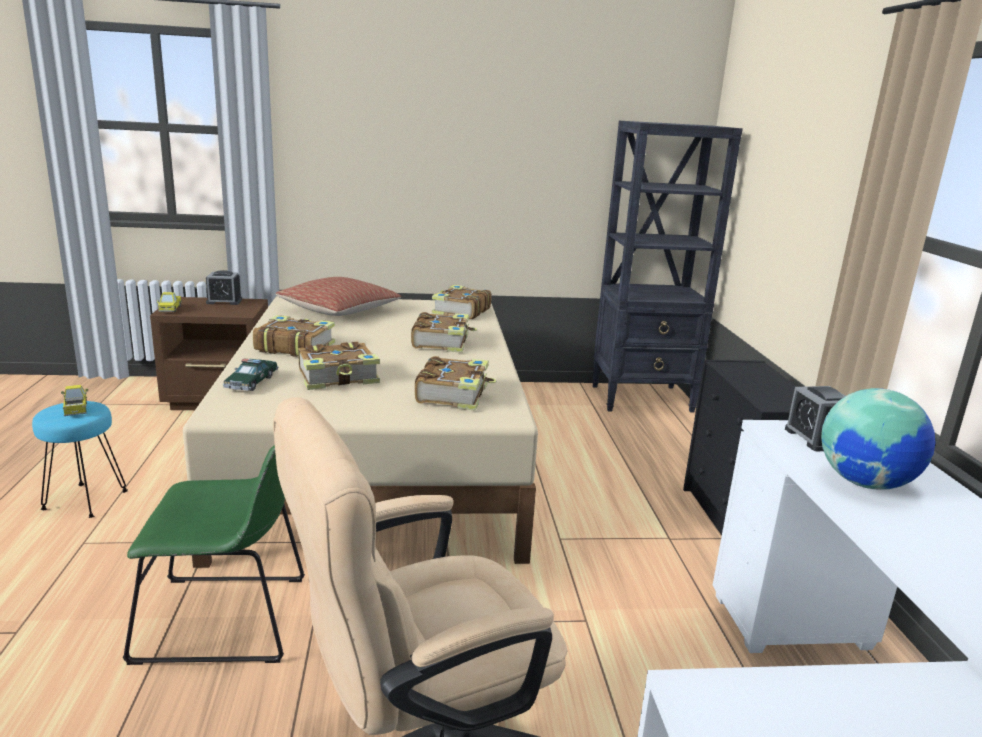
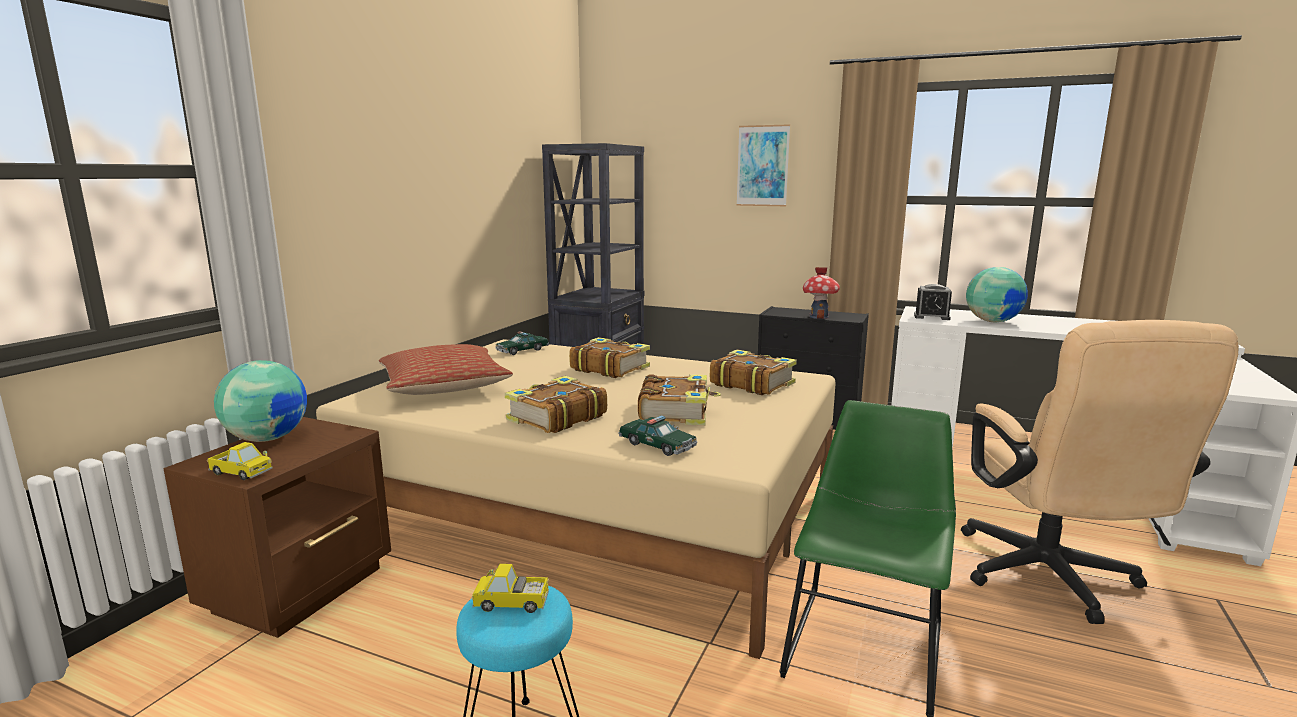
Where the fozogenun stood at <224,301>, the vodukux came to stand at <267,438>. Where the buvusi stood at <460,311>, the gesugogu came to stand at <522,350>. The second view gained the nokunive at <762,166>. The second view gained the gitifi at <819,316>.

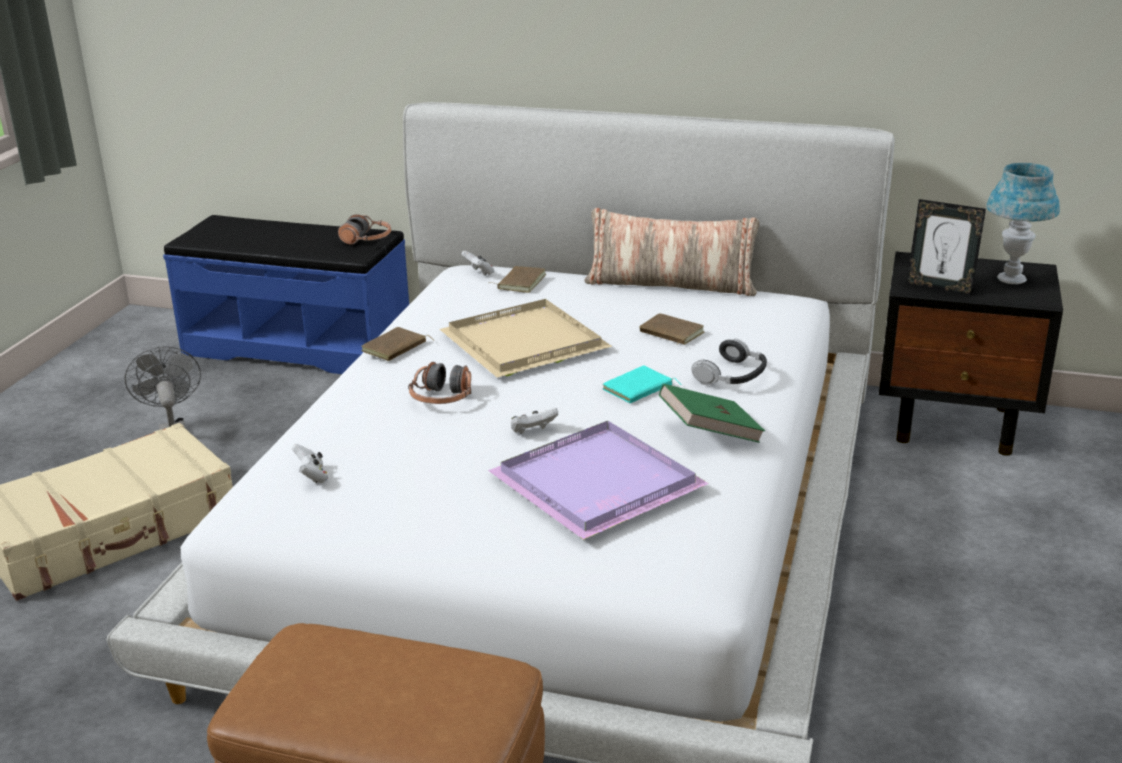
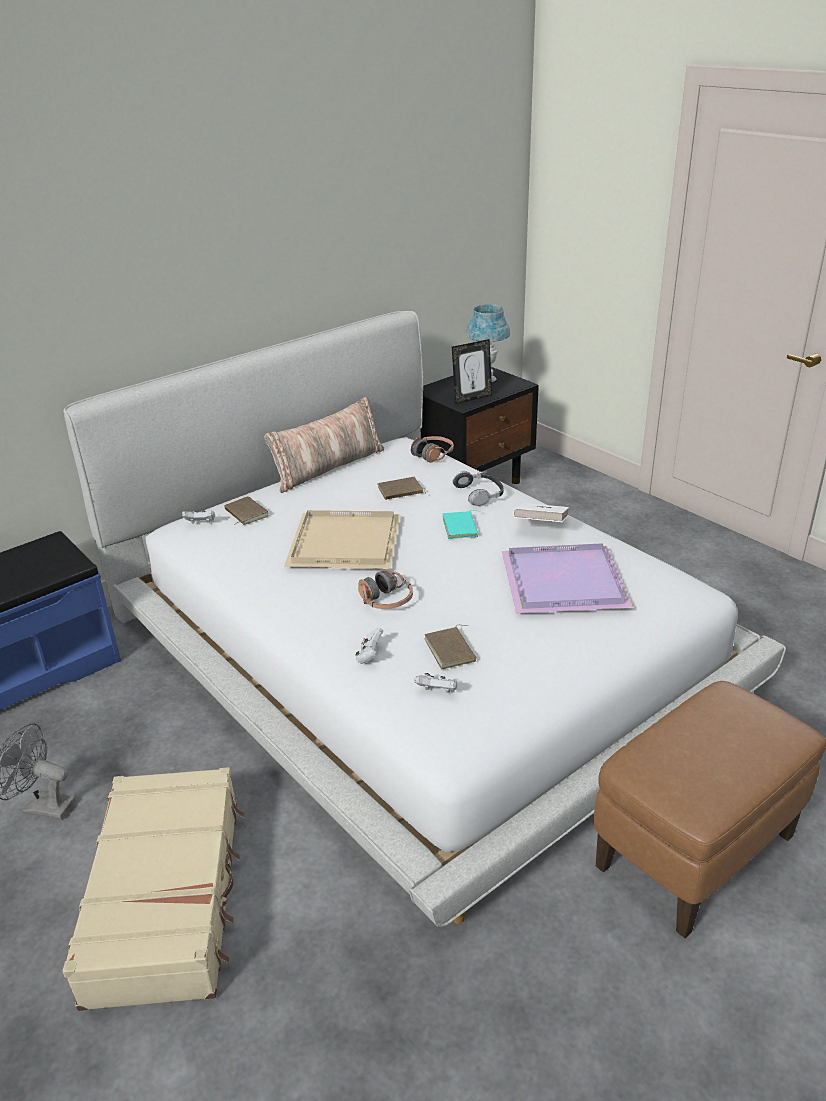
The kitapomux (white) ended up elsewhere, having gone from <532,431> to <369,655>. The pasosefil ended up elsewhere, having gone from <366,240> to <433,455>. The buvusi (brown) ended up elsewhere, having gone from <395,348> to <451,650>. What was the buvusi (green) at <710,433> turned into the buvusi (white) at <540,526>.

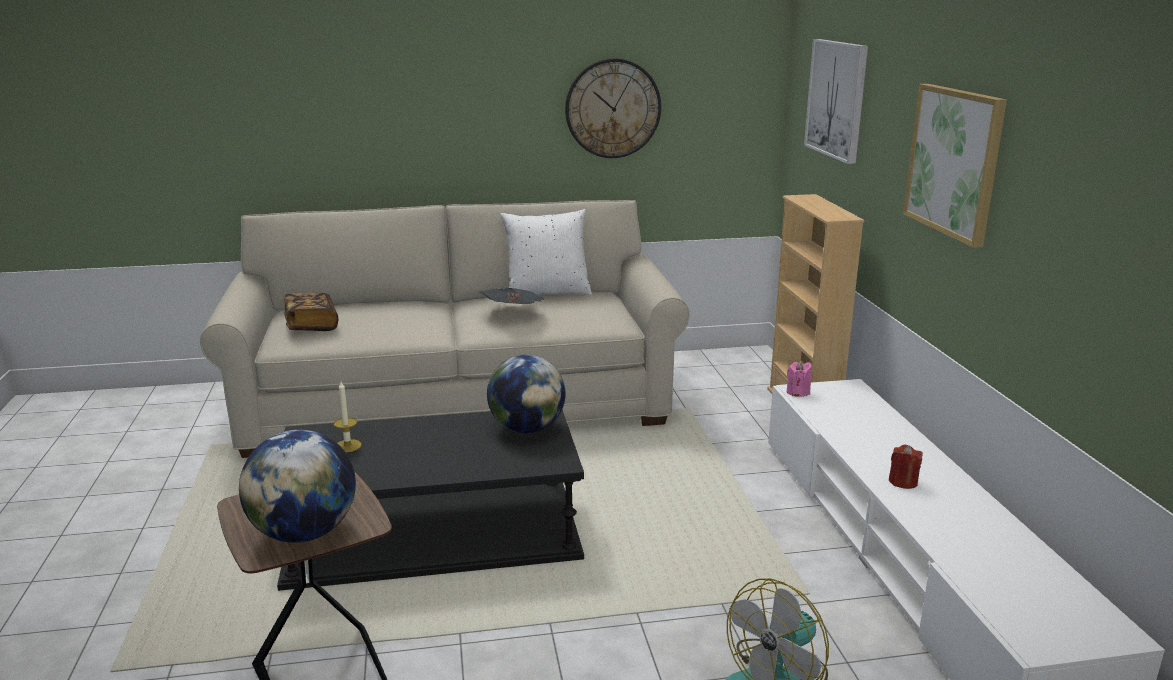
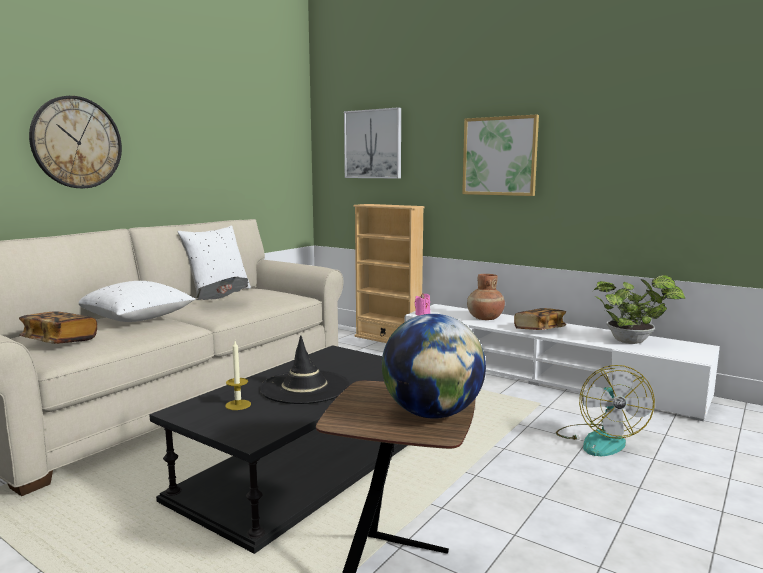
The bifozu ended up elsewhere, having gone from <613,108> to <76,142>. The second view gained the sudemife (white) at <137,318>. The second view gained the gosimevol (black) at <305,387>. The second view gained the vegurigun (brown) at <485,318>. Where the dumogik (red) stood at <903,482>, the buvusi came to stand at <539,330>. The second view gained the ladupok at <633,341>. The second view lost the vodukux at <527,428>.

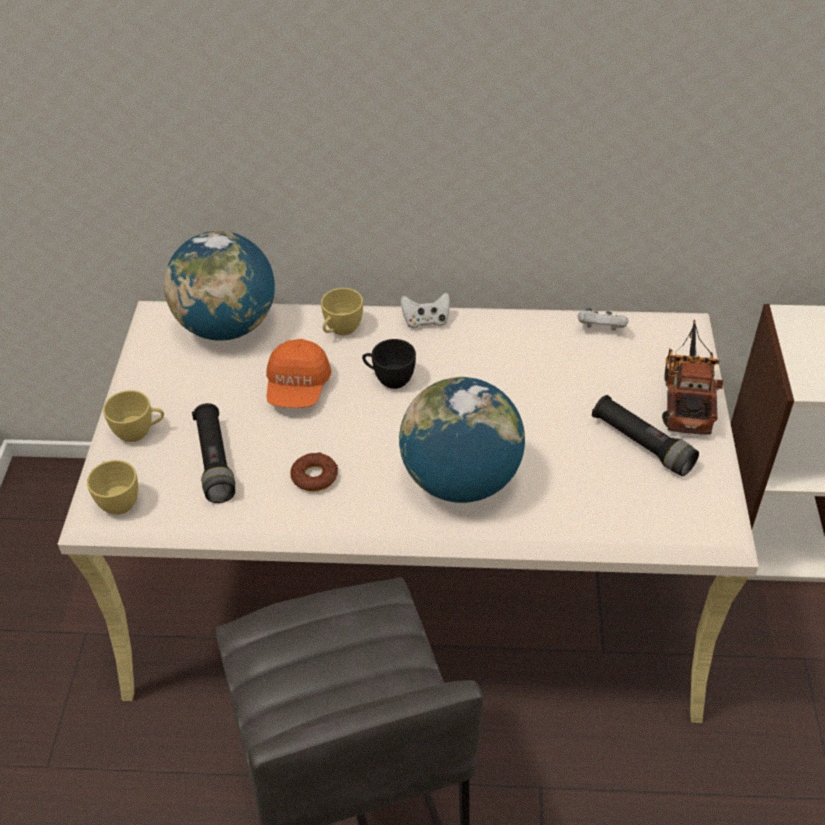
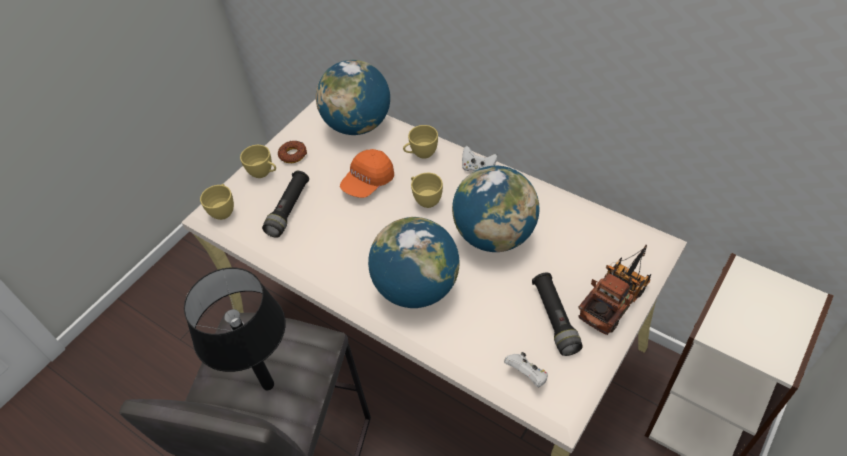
The second view gained the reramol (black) at <268,384>. The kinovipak ended up elsewhere, having gone from <314,476> to <293,154>. What was the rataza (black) at <389,379> turned into the rataza (yellow) at <425,199>. The second view gained the vodukux at <495,235>. The kitapomux (white) ended up elsewhere, having gone from <601,330> to <527,375>.

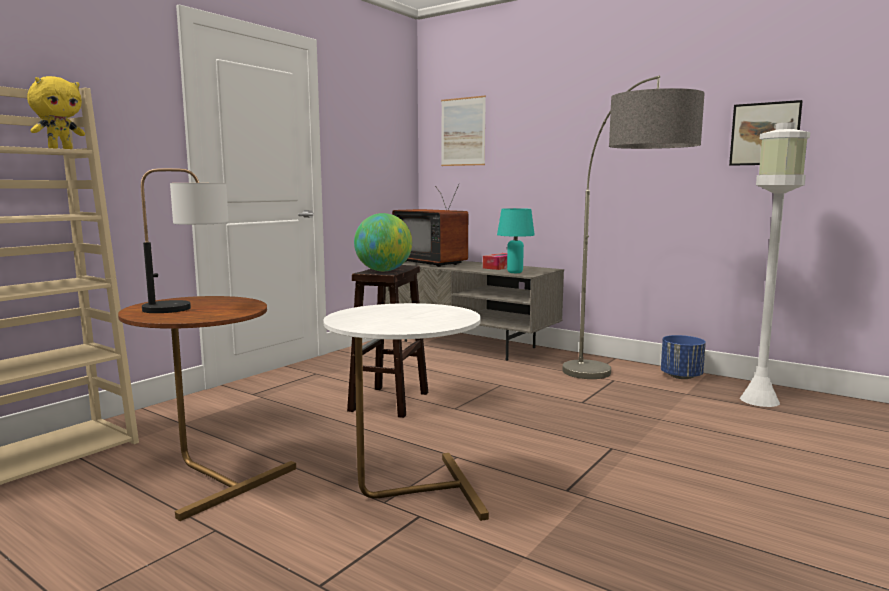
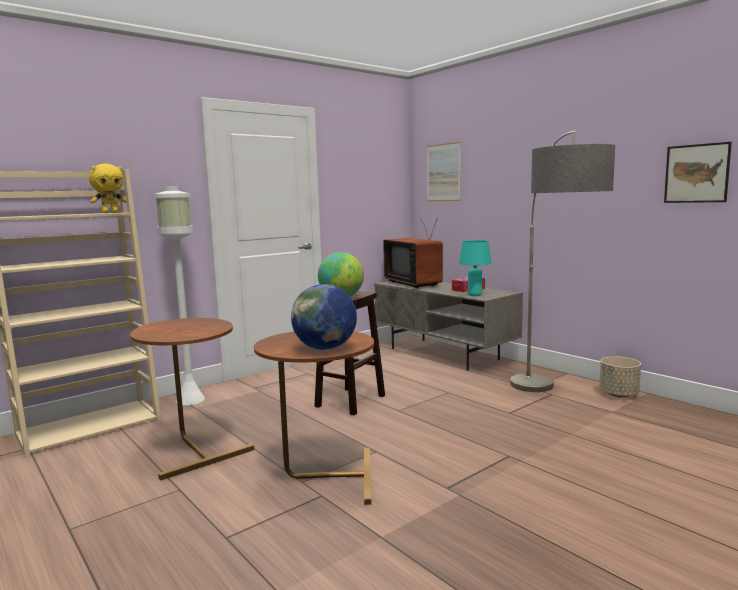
The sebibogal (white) ended up elsewhere, having gone from <759,400> to <190,399>. What was the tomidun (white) at <407,493> turned into the tomidun (brown) at <322,477>. The second view gained the vodukux at <325,348>. What was the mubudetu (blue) at <681,376> turned into the mubudetu (beige) at <619,394>. The second view lost the reramol at <190,308>.

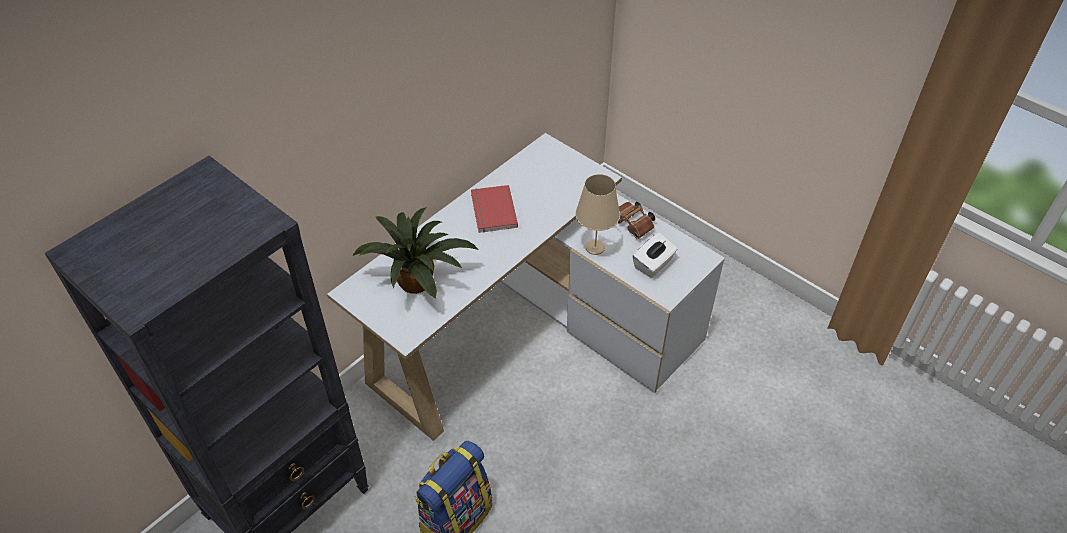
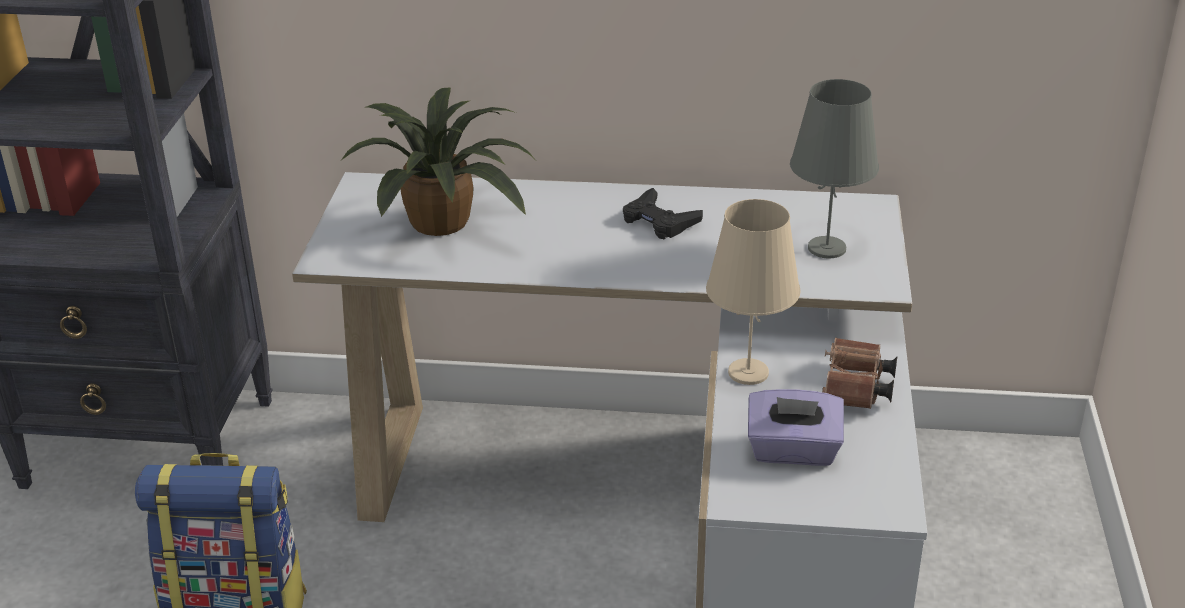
Where the buvusi (red) stood at <492,211>, the kitapomux (black) came to stand at <659,221>. What was the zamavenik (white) at <653,264> turned into the zamavenik (purple) at <793,451>. The second view gained the reramol (grey) at <826,248>.

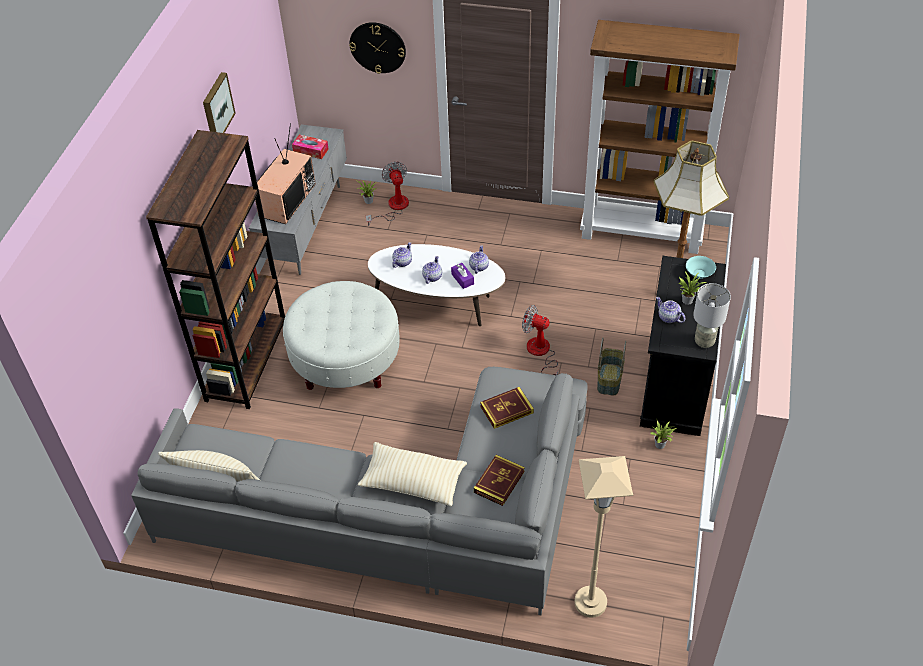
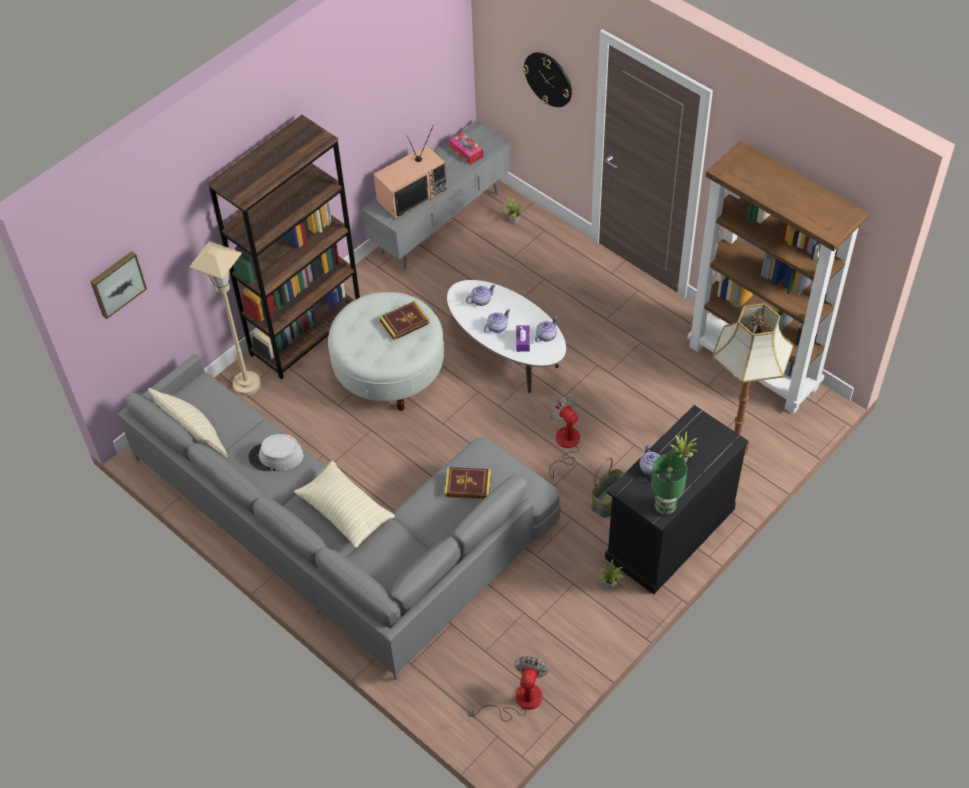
The nokunive ended up elsewhere, having gone from <216,107> to <117,283>. The sebibogal (beige) ended up elsewhere, having gone from <590,602> to <246,384>. The second view gained the gosimevol (grey) at <276,457>. The buvusi ended up elsewhere, having gone from <499,482> to <404,322>. The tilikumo ended up elsewhere, having gone from <393,207> to <519,701>. What was the reramol (grey) at <704,342> turned into the reramol (green) at <664,507>. The second view lost the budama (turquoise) at <699,274>.

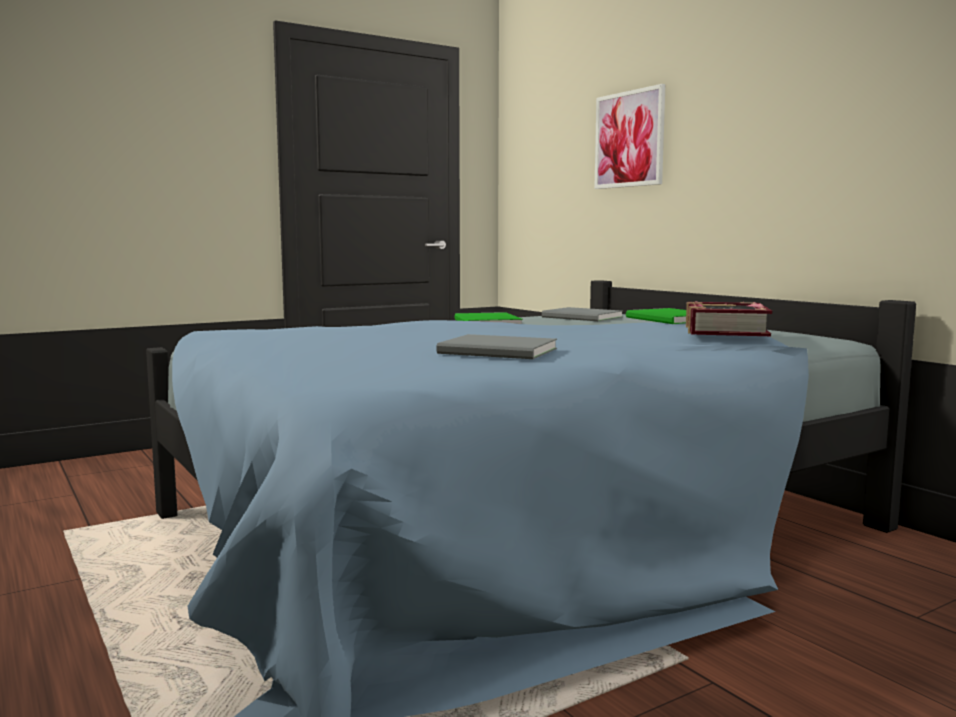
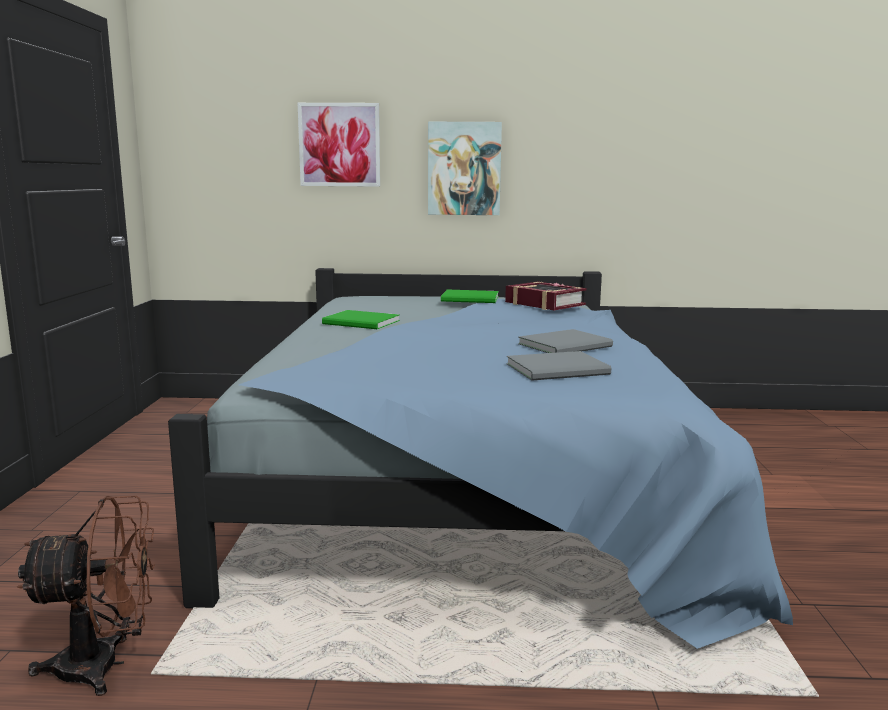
The second view gained the tilikumo (brown) at <105,666>. The second view gained the nokunive at <464,169>. The buvusi (grey) ended up elsewhere, having gone from <583,317> to <560,369>.

